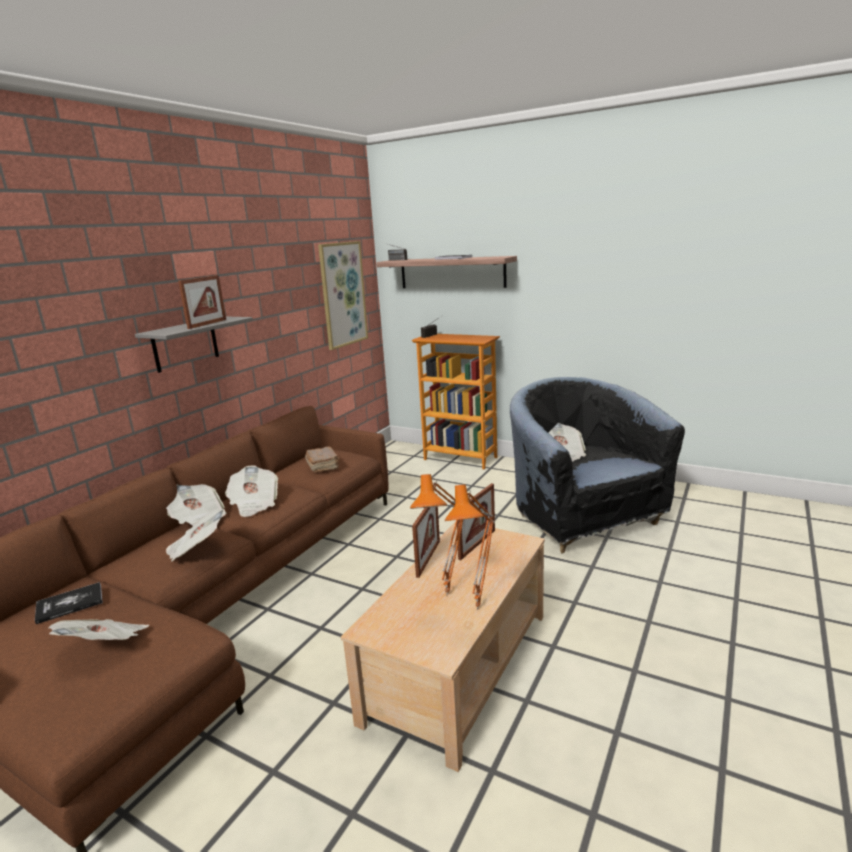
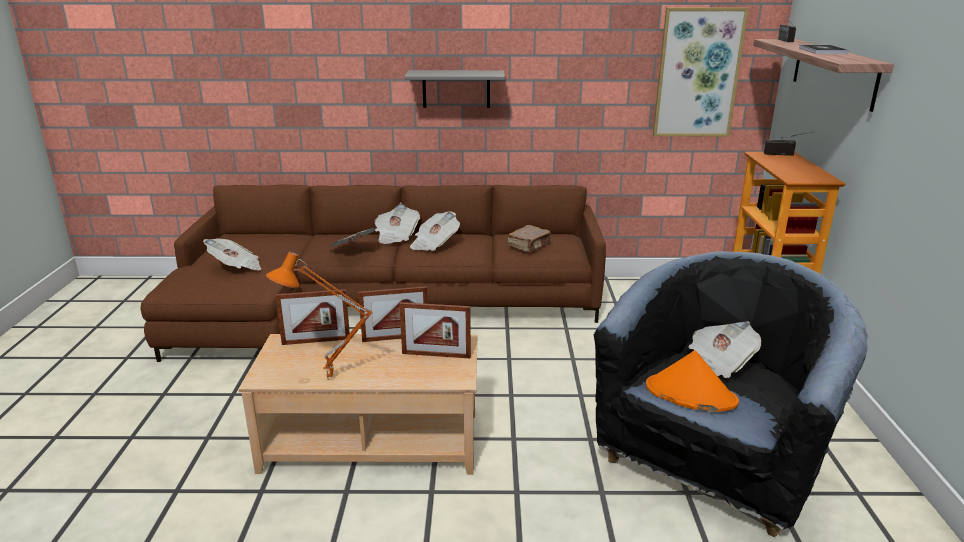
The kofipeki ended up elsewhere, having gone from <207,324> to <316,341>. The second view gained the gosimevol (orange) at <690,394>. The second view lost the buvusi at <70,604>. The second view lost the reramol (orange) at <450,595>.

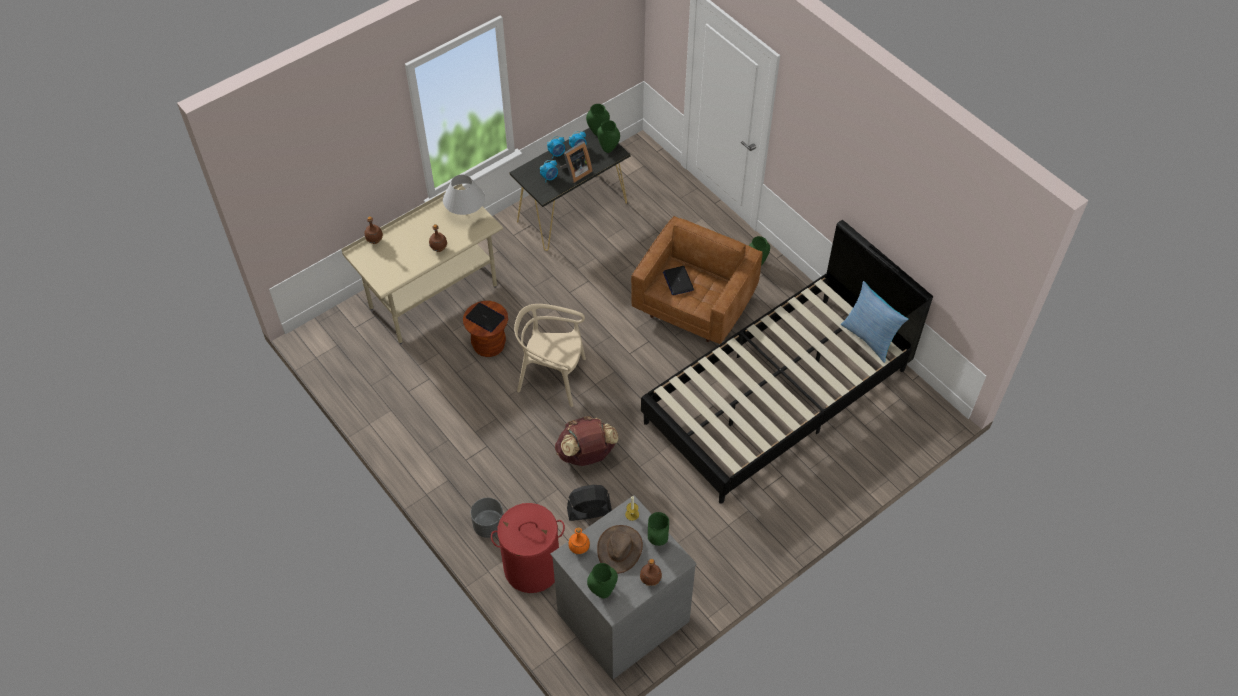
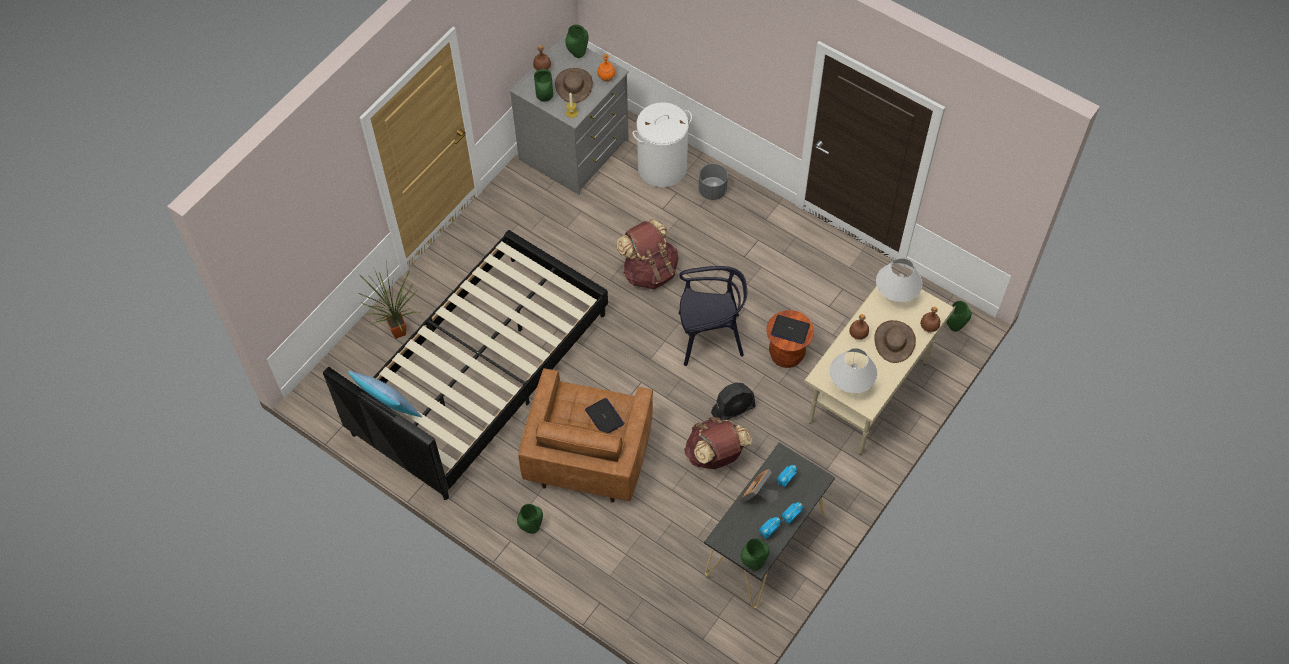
The second view gained the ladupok at <399,335>. What was the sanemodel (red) at <532,568> turned into the sanemodel (white) at <662,167>. What was the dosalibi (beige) at <552,377> turned into the dosalibi (black) at <709,337>. The second view gained the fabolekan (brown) at <715,455>. The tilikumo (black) ended up elsewhere, having gone from <589,511> to <733,410>. The second view gained the gosimevol (brown) at <894,341>. The second view gained the reramol (white) at <895,295>. The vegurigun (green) ended up elsewhere, having gone from <608,149> to <954,327>.

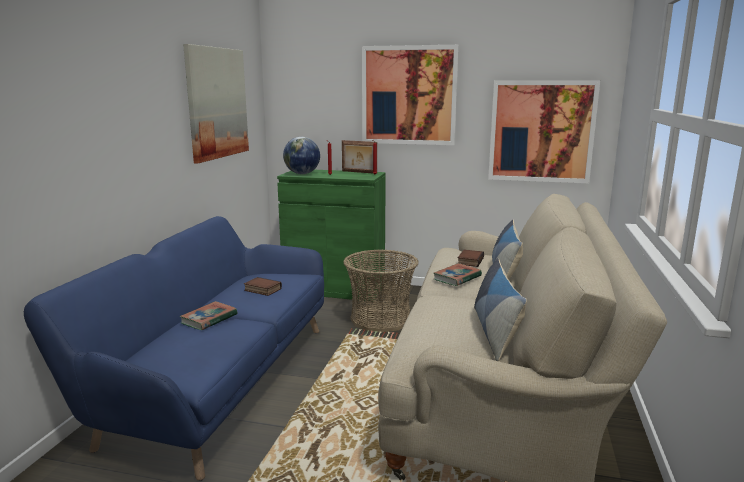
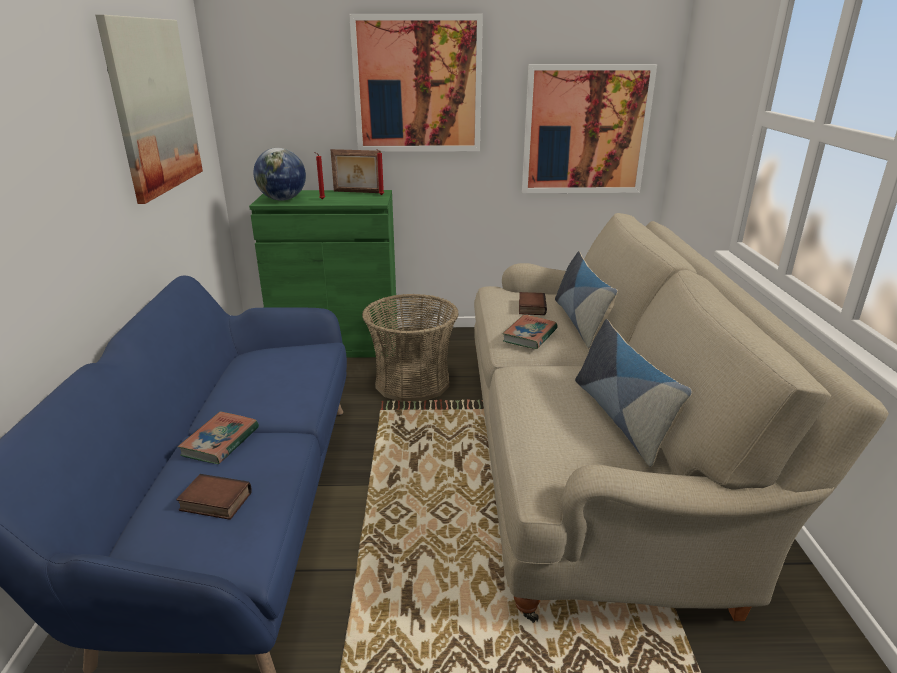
The buvusi ended up elsewhere, having gone from <261,290> to <214,502>.

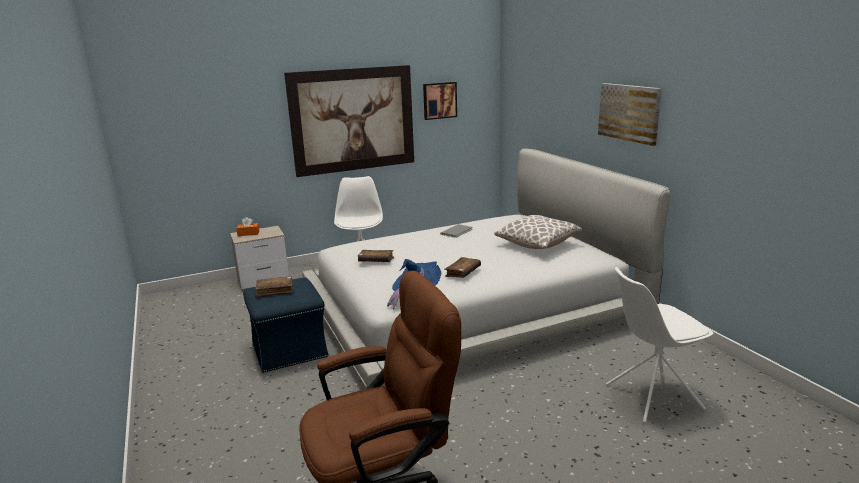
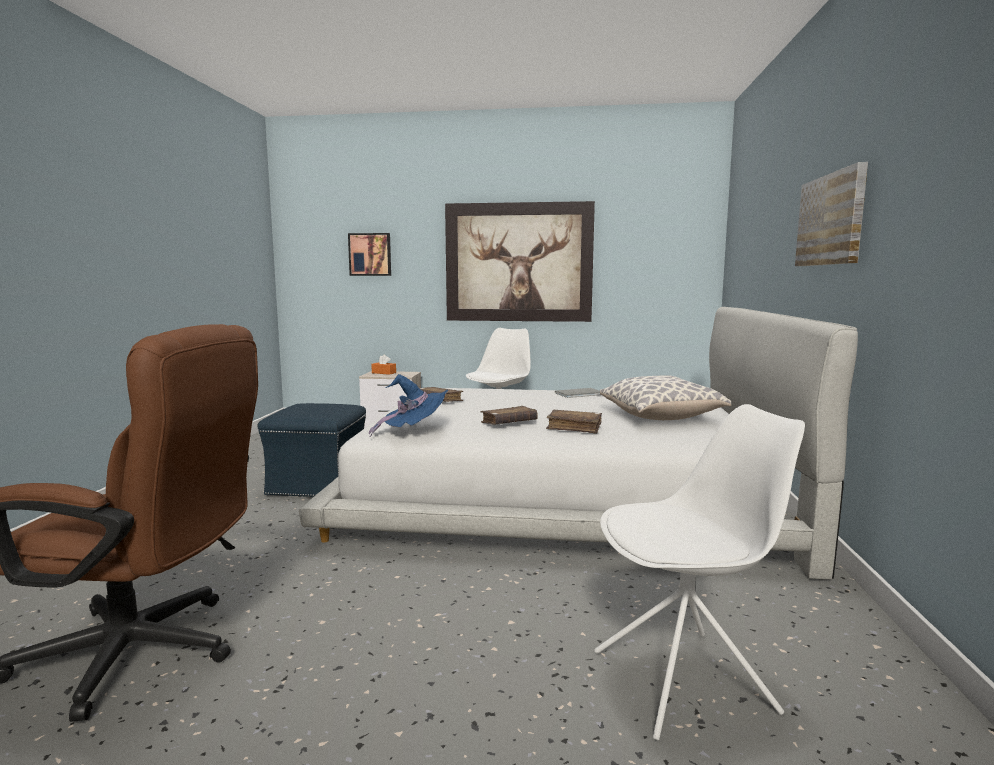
The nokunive ended up elsewhere, having gone from <439,100> to <370,254>. The buvusi (brown) ended up elsewhere, having gone from <275,290> to <574,427>. The dosalibi (white) at <651,397> ended up facing another way, 150 degrees clockwise from before.

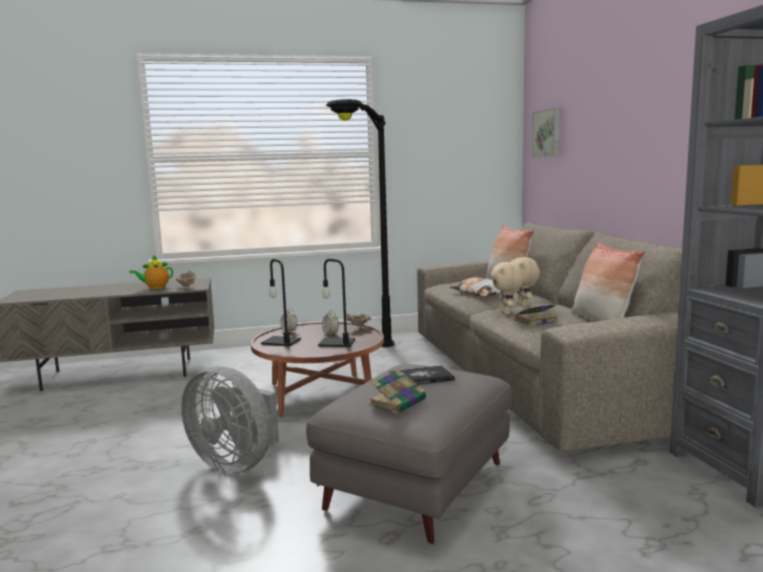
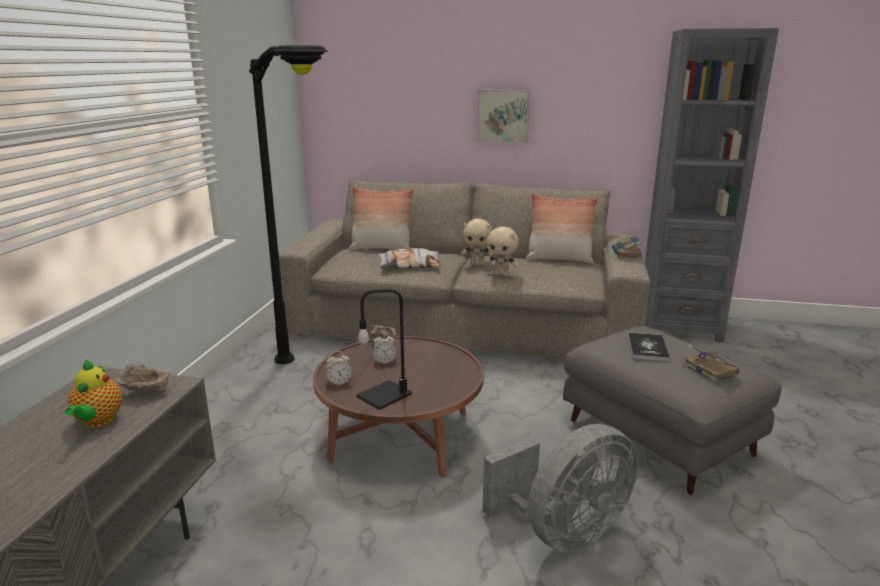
The nokunive ended up elsewhere, having gone from <548,133> to <503,116>. The buvusi ended up elsewhere, having gone from <535,321> to <627,253>. The second view lost the reramol (black) at <338,342>.

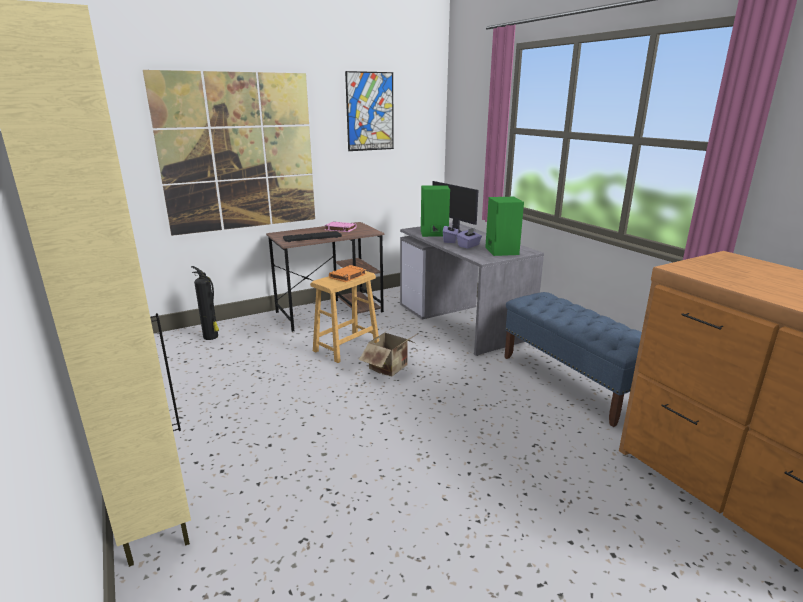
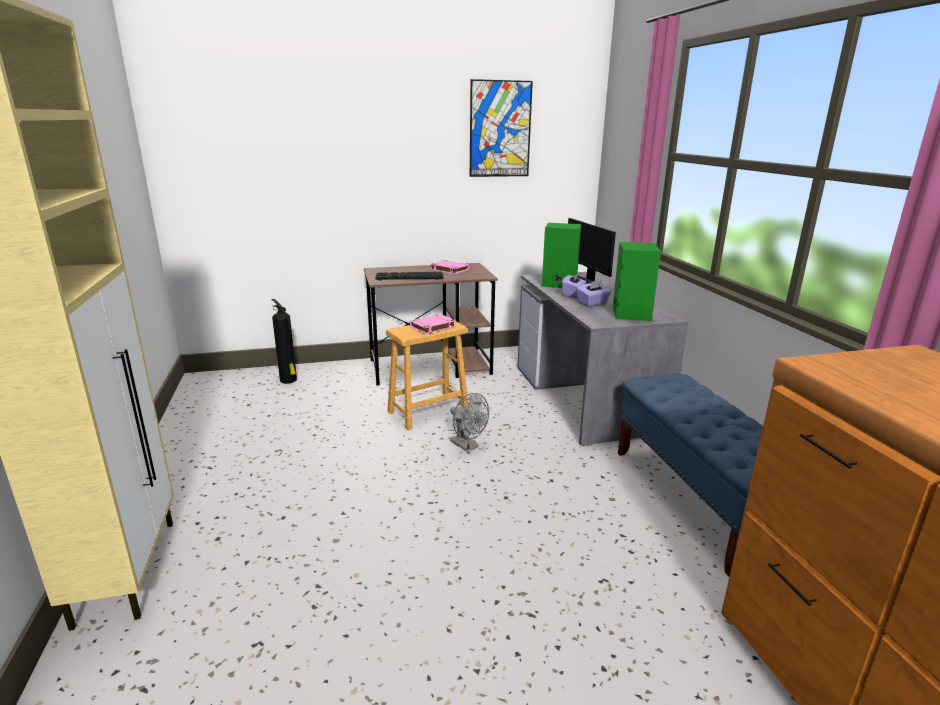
What was the buvusi (orange) at <347,276> turned into the buvusi (pink) at <432,327>. Where the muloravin stood at <391,368>, the tilikumo (grey) came to stand at <467,446>. The second view lost the nokunive at <239,153>.

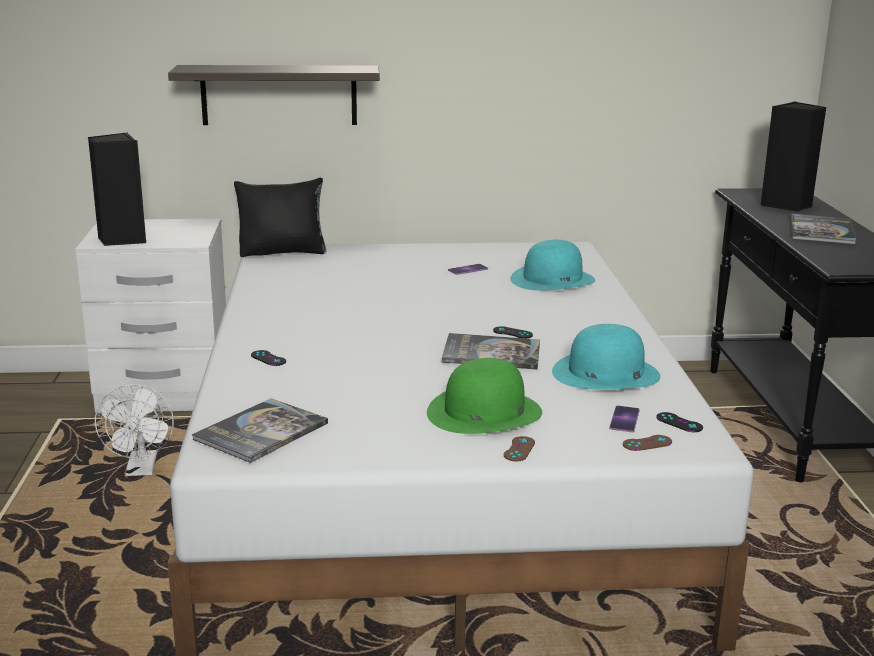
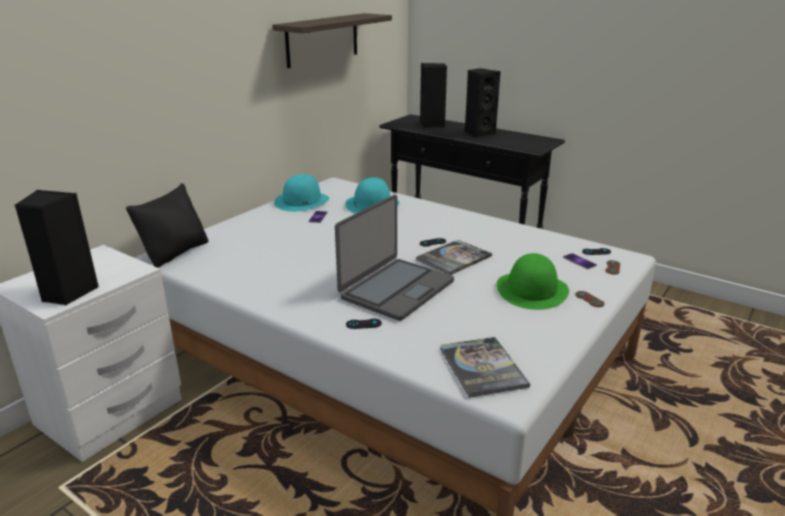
The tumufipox ended up elsewhere, having gone from <279,95> to <322,39>. The gosimevol (turquoise) ended up elsewhere, having gone from <605,373> to <302,201>. The second view gained the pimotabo at <396,289>. Where the buvusi stood at <821,231>, the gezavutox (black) came to stand at <479,133>. The second view lost the tilikumo (white) at <141,470>.

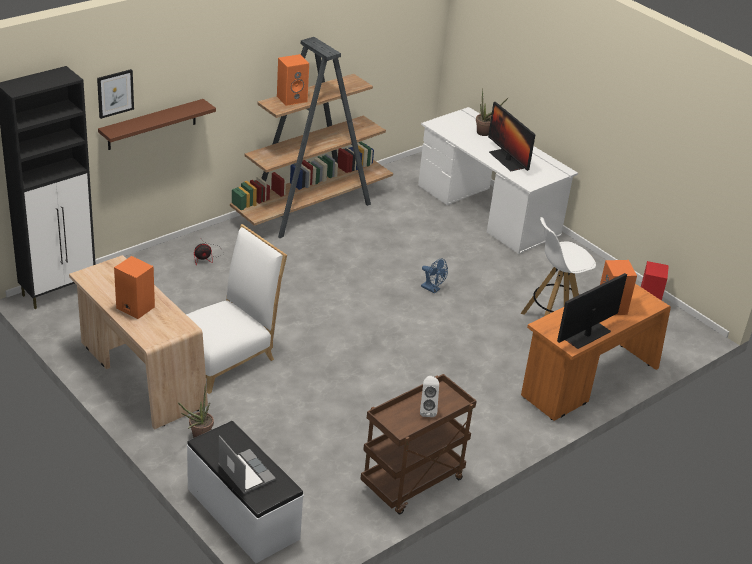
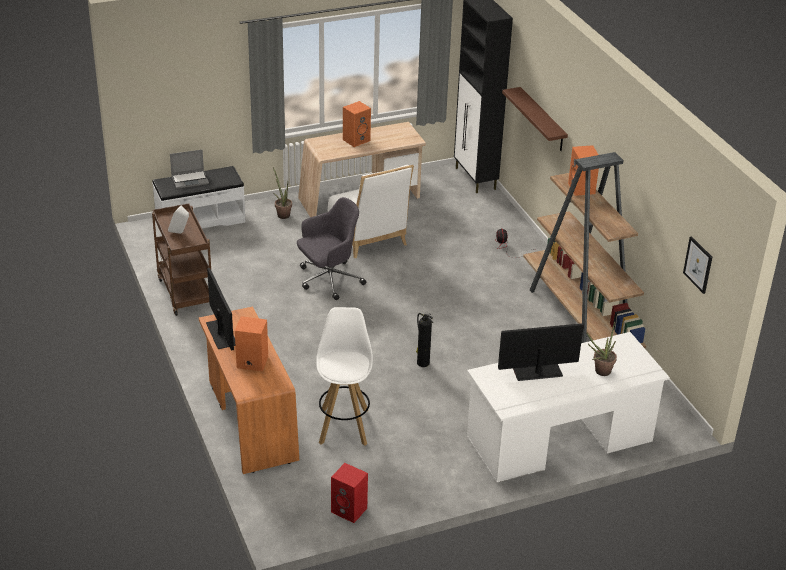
The second view gained the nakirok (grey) at <328,280>. Where the tilikumo (blue) stood at <433,289>, the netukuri came to stand at <422,362>. The nokunive ended up elsewhere, having gone from <115,93> to <698,264>.

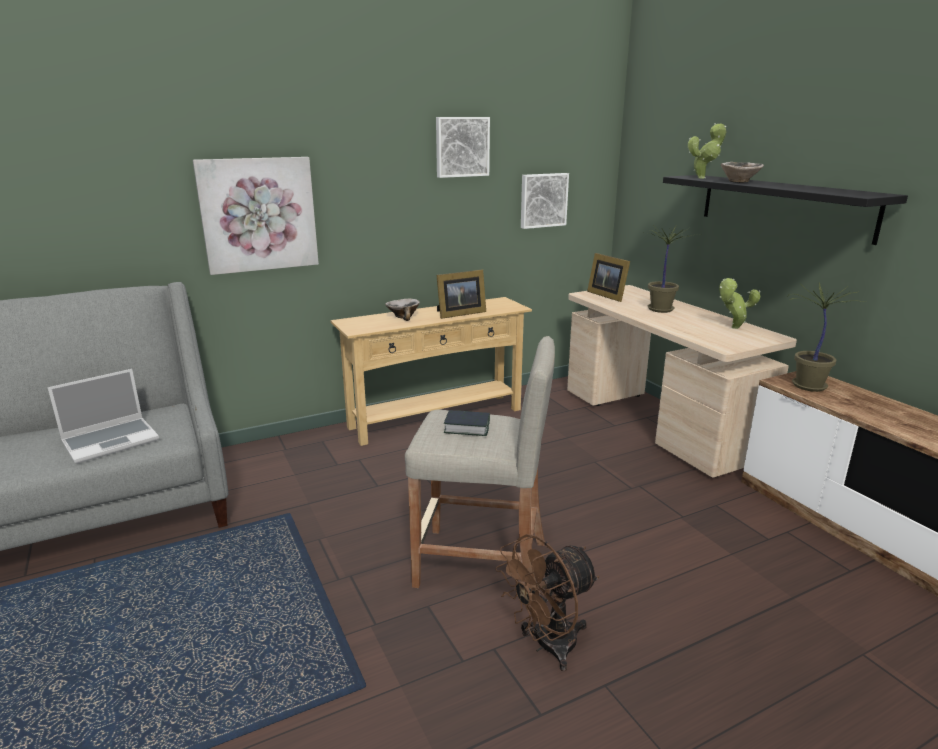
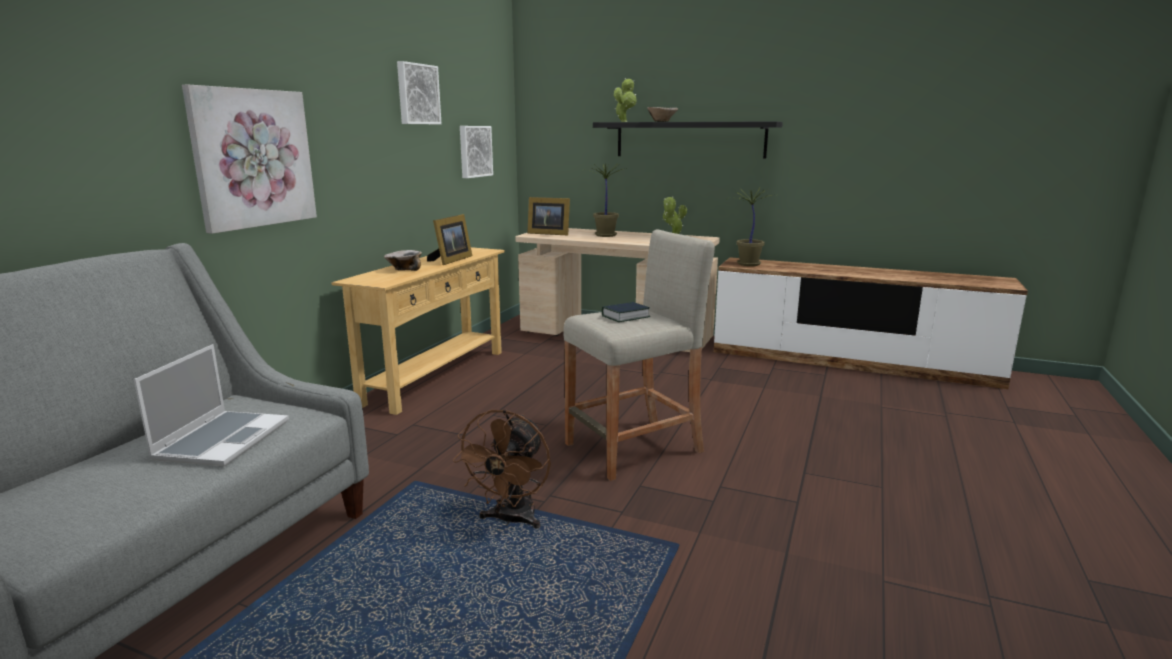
The tilikumo (brown) ended up elsewhere, having gone from <546,646> to <511,520>.

